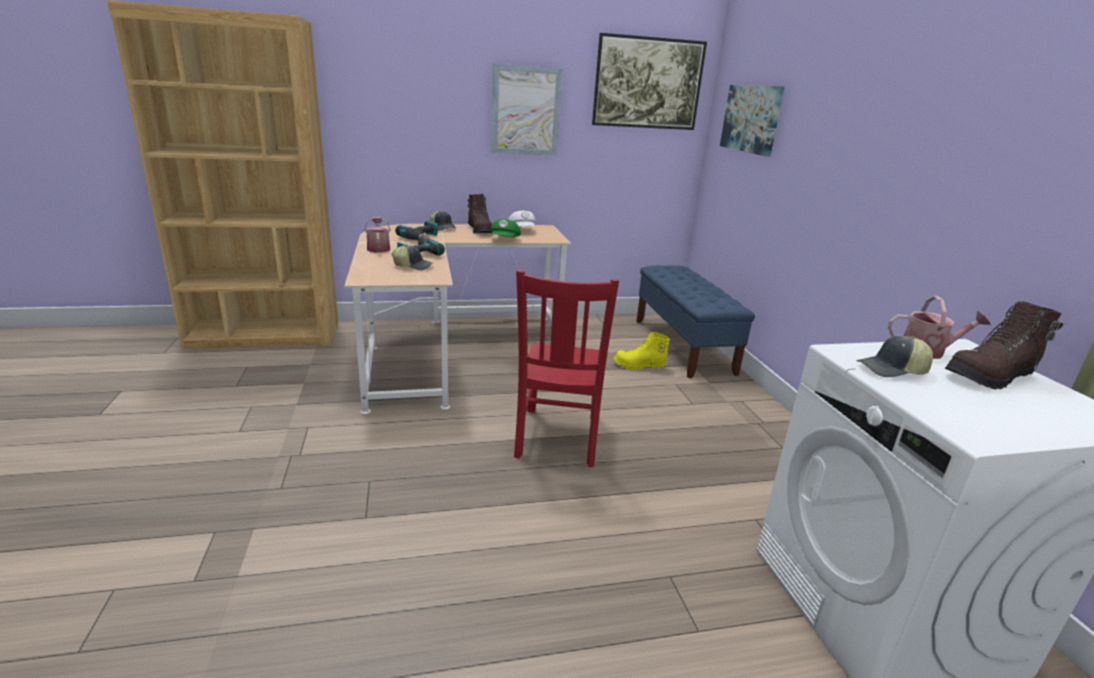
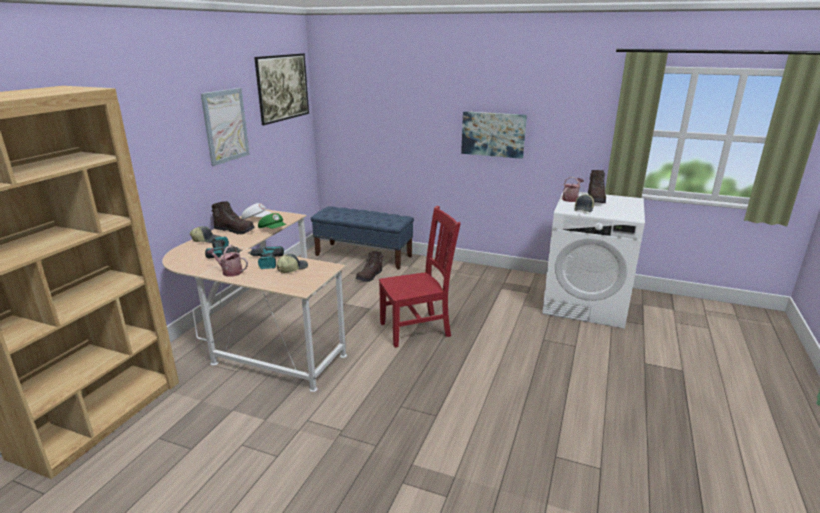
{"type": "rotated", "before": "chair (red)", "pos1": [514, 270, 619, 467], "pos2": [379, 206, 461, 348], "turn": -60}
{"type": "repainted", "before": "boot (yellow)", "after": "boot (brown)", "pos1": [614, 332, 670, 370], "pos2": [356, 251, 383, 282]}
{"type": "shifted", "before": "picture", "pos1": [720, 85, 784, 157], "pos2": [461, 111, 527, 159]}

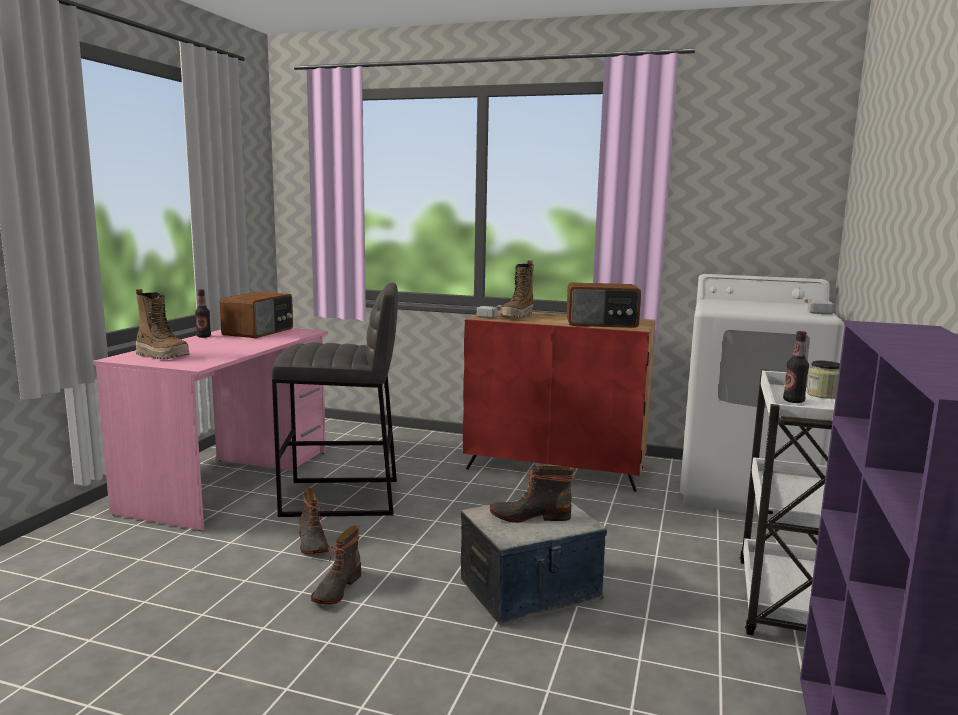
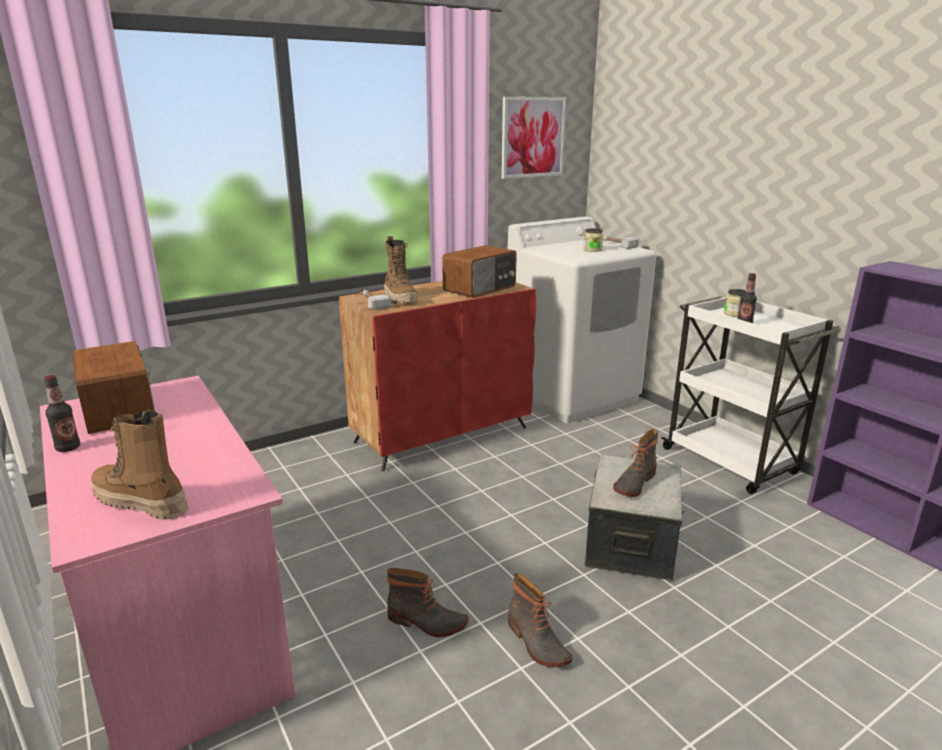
{"type": "rotated", "before": "boot", "pos1": [136, 289, 189, 360], "pos2": [91, 410, 188, 520], "turn": -135}
{"type": "gone", "before": "stool (grey)", "pos1": [272, 283, 398, 517]}
{"type": "new", "after": "picture", "pos2": [501, 97, 566, 179]}
{"type": "new", "after": "jar", "pos2": [583, 228, 603, 252]}

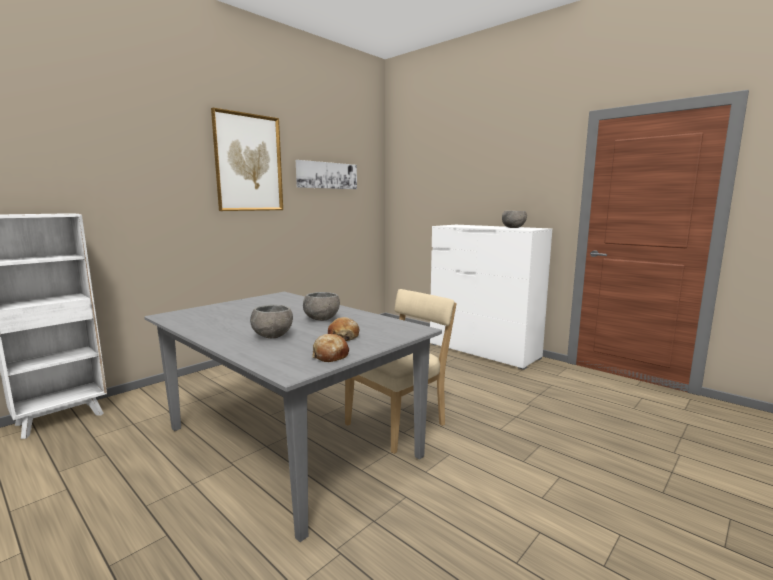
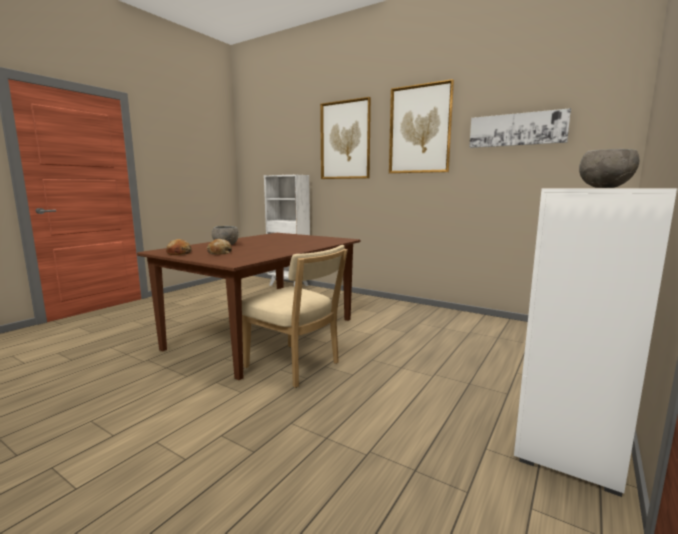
{"type": "repainted", "before": "dining table (grey)", "after": "dining table (brown)", "pos1": [144, 292, 442, 542], "pos2": [137, 233, 360, 380]}
{"type": "gone", "before": "bowl (grey)", "pos1": [303, 292, 340, 321]}
{"type": "new", "after": "picture", "pos2": [320, 97, 371, 179]}

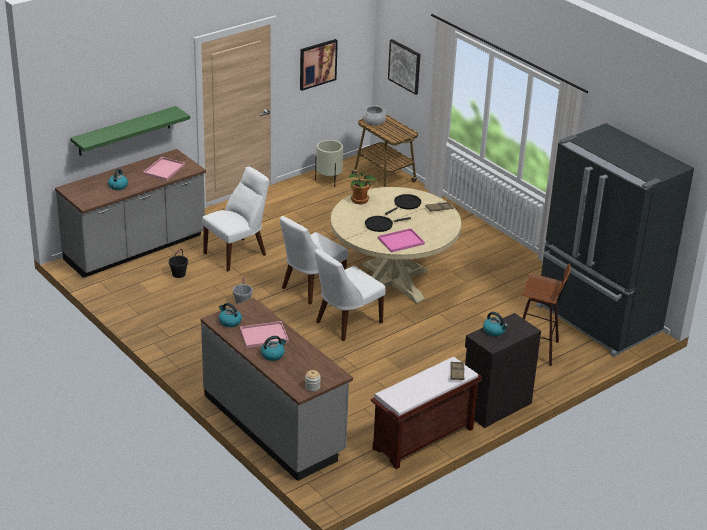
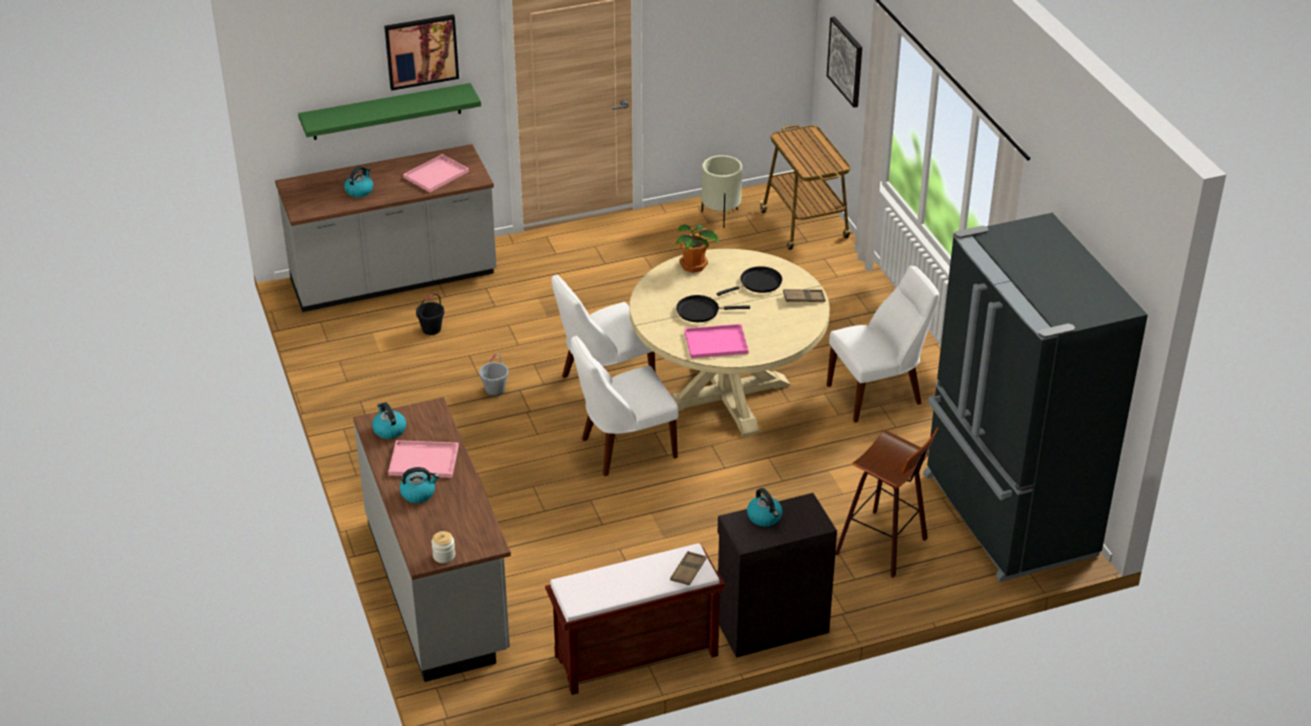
{"type": "shifted", "before": "chair (white)", "pos1": [202, 167, 269, 271], "pos2": [827, 266, 939, 423]}
{"type": "shifted", "before": "picture", "pos1": [300, 39, 338, 91], "pos2": [384, 14, 459, 91]}
{"type": "gone", "before": "cooking pot", "pos1": [363, 105, 386, 126]}

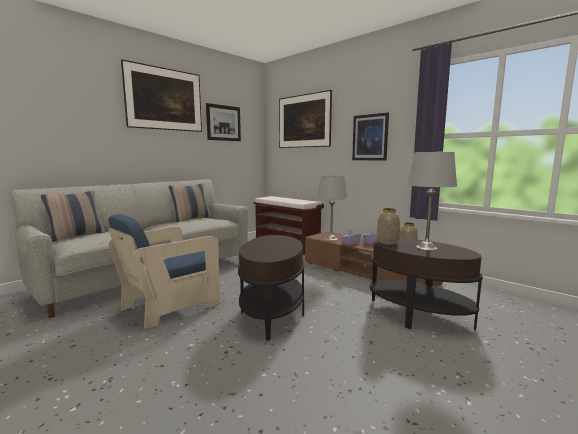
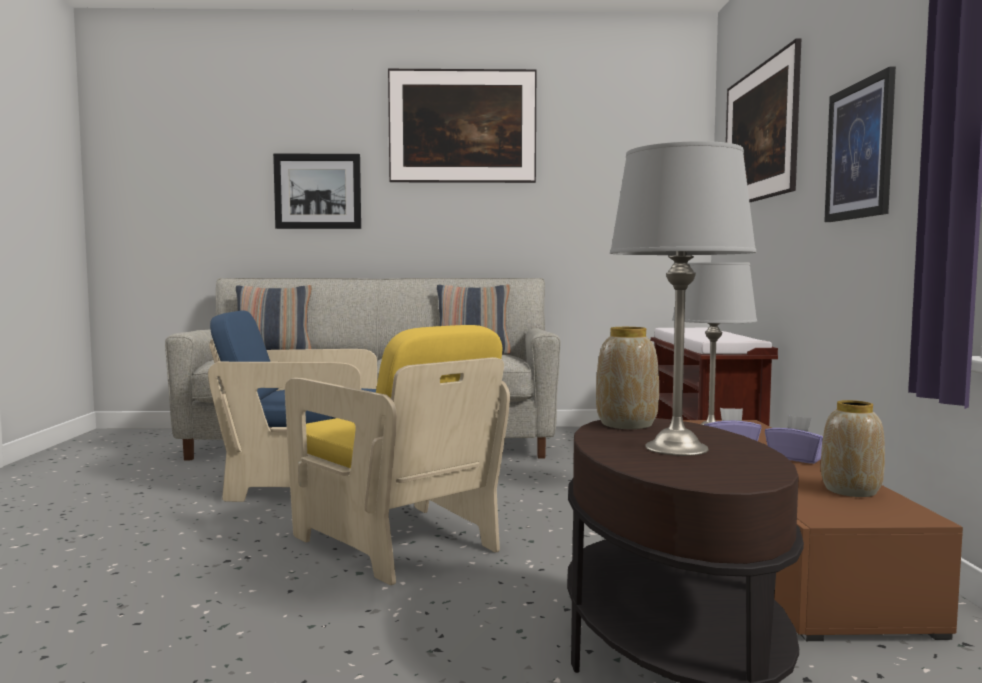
{"type": "shifted", "before": "picture", "pos1": [206, 103, 241, 141], "pos2": [273, 154, 361, 229]}
{"type": "swapped", "before": "side table (brown)", "after": "armchair (yellow)", "pos1": [238, 235, 304, 341], "pos2": [285, 325, 510, 585]}

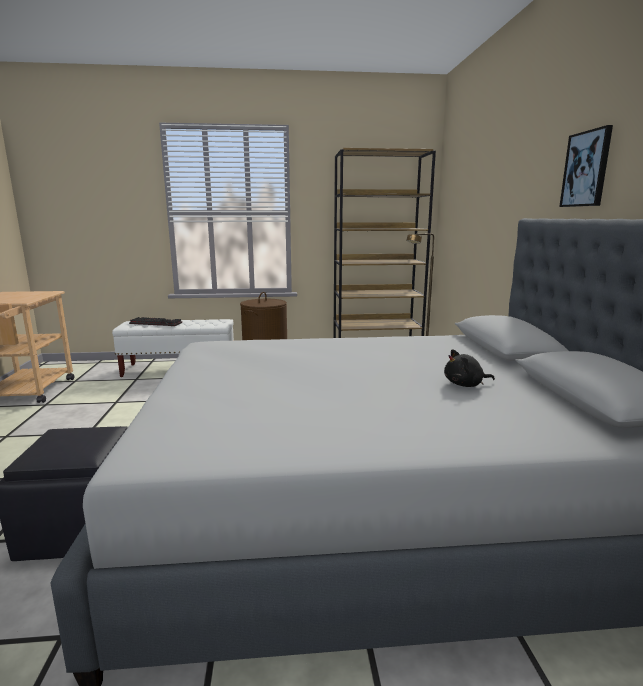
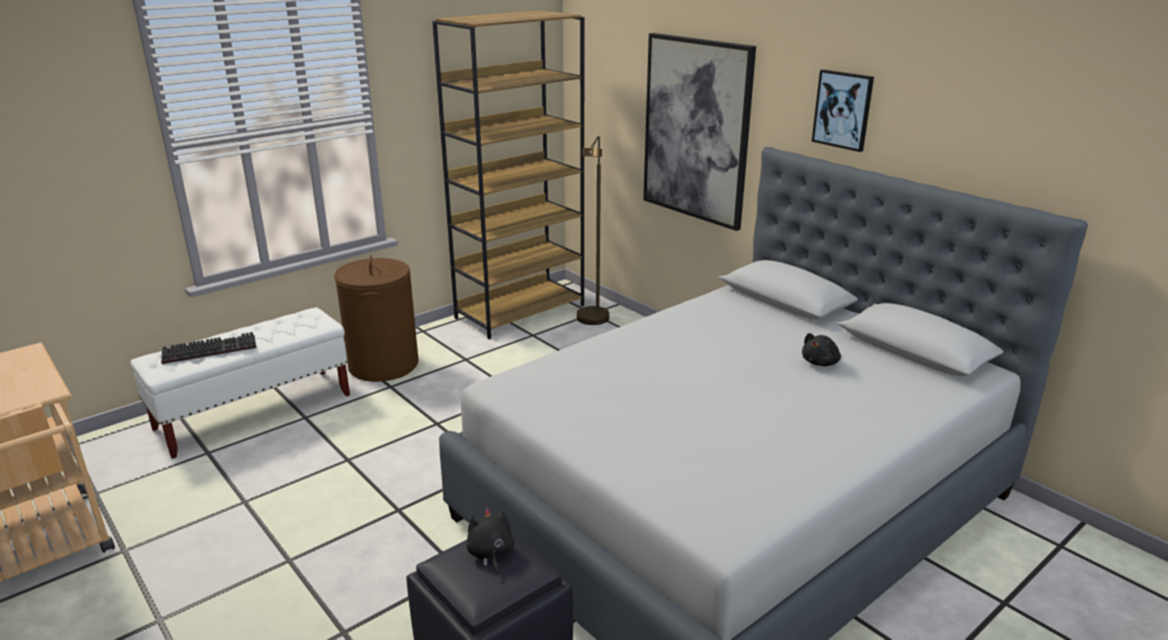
{"type": "new", "after": "plush toy (black)", "pos2": [467, 508, 515, 576]}
{"type": "new", "after": "picture", "pos2": [643, 33, 756, 231]}

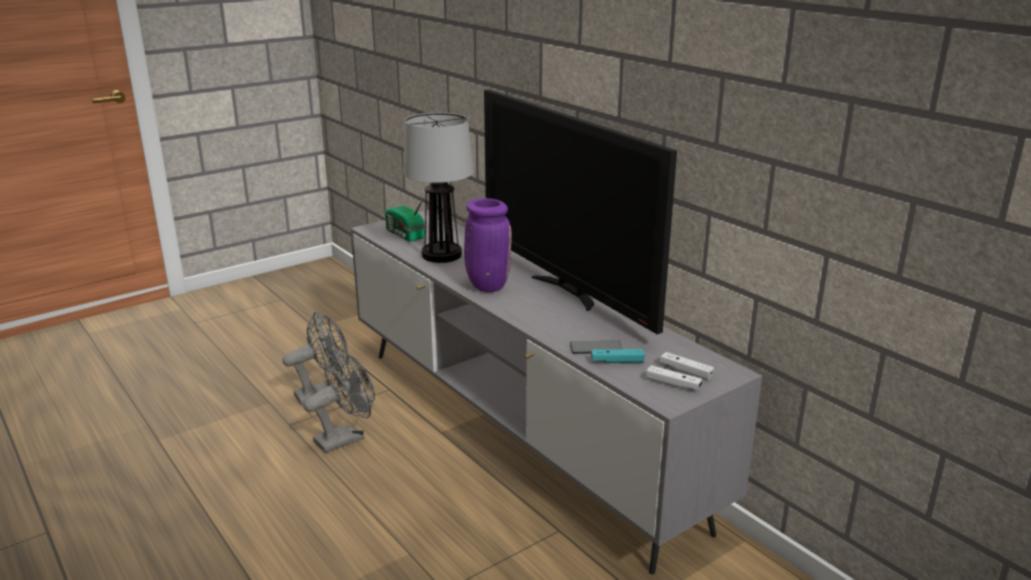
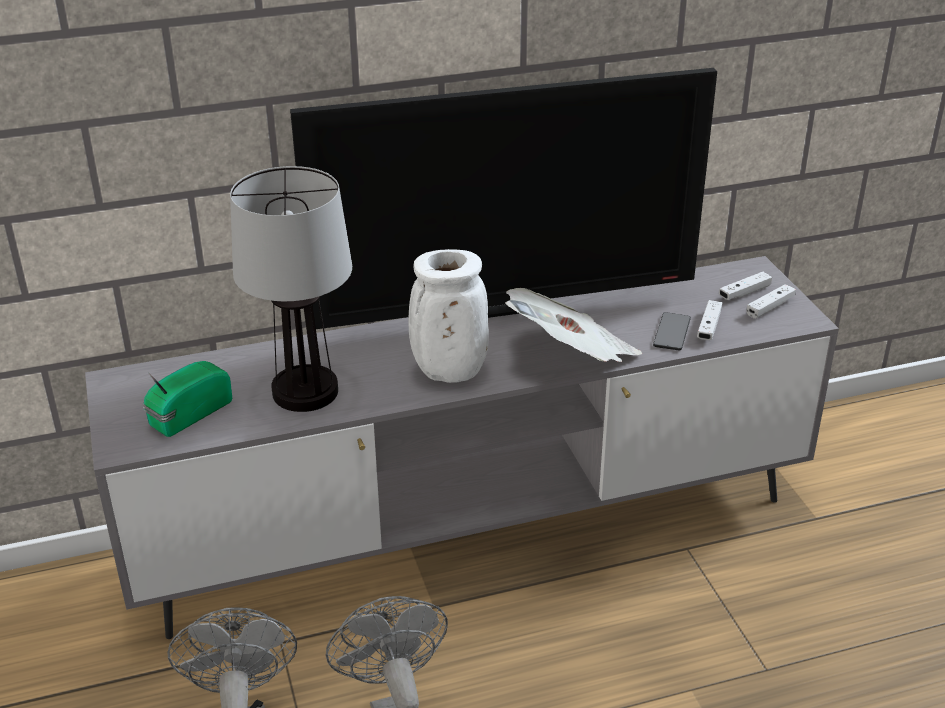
{"type": "rotated", "before": "radio", "pos1": [385, 196, 425, 242], "pos2": [143, 361, 232, 437], "turn": 150}
{"type": "repainted", "before": "vase (purple)", "after": "vase (white)", "pos1": [464, 198, 512, 292], "pos2": [409, 249, 489, 383]}
{"type": "repainted", "before": "game controller (turquoise)", "after": "game controller (white)", "pos1": [591, 349, 645, 363], "pos2": [697, 300, 722, 340]}
{"type": "new", "after": "newspaper", "pos2": [505, 288, 642, 362]}

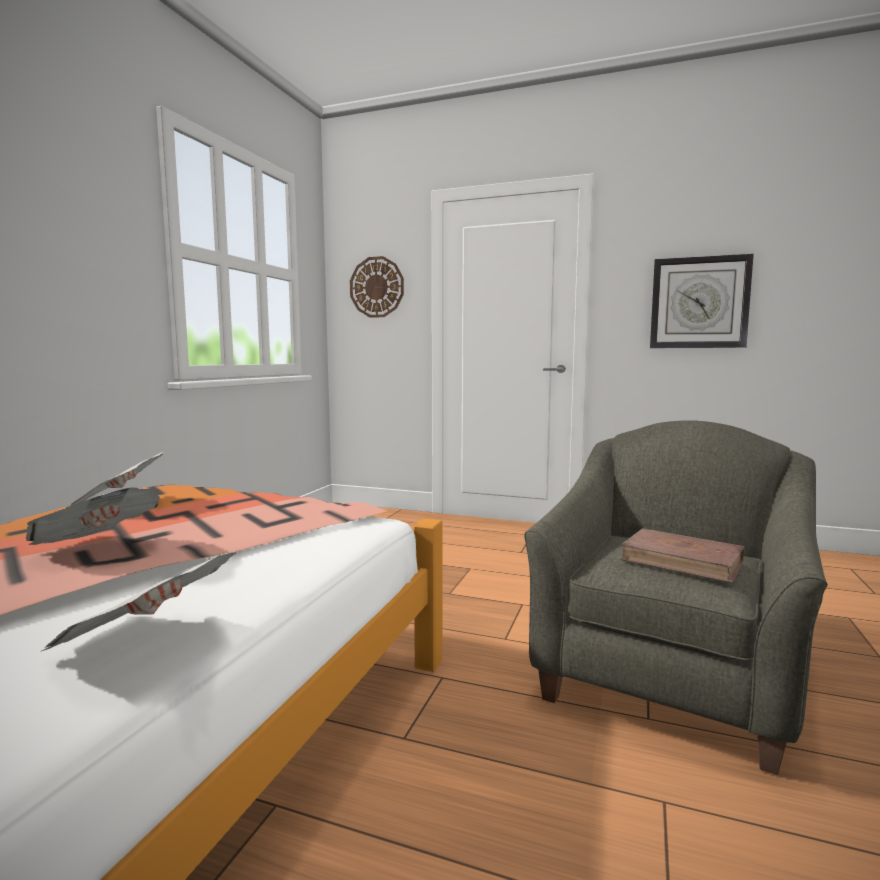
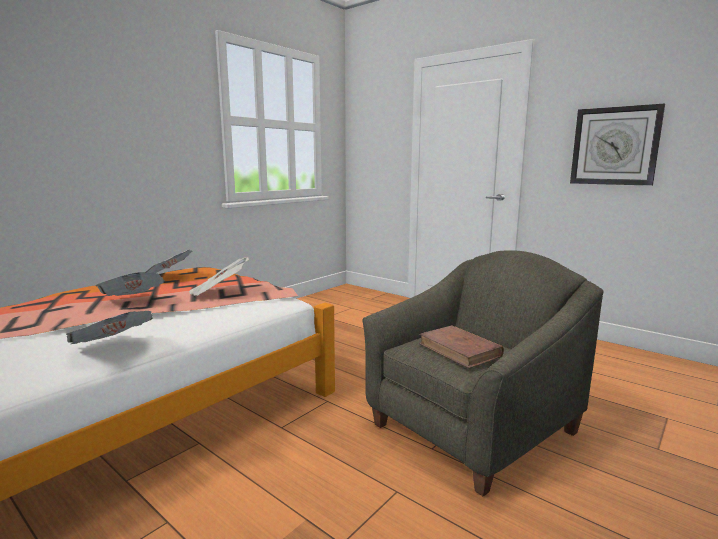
{"type": "gone", "before": "wall clock", "pos1": [350, 256, 404, 318]}
{"type": "new", "after": "newspaper", "pos2": [189, 257, 249, 297]}

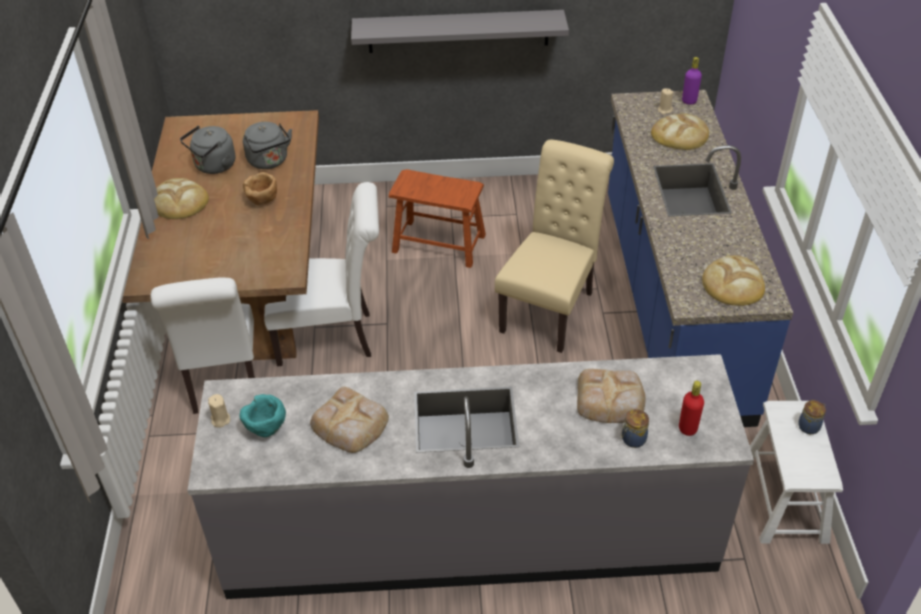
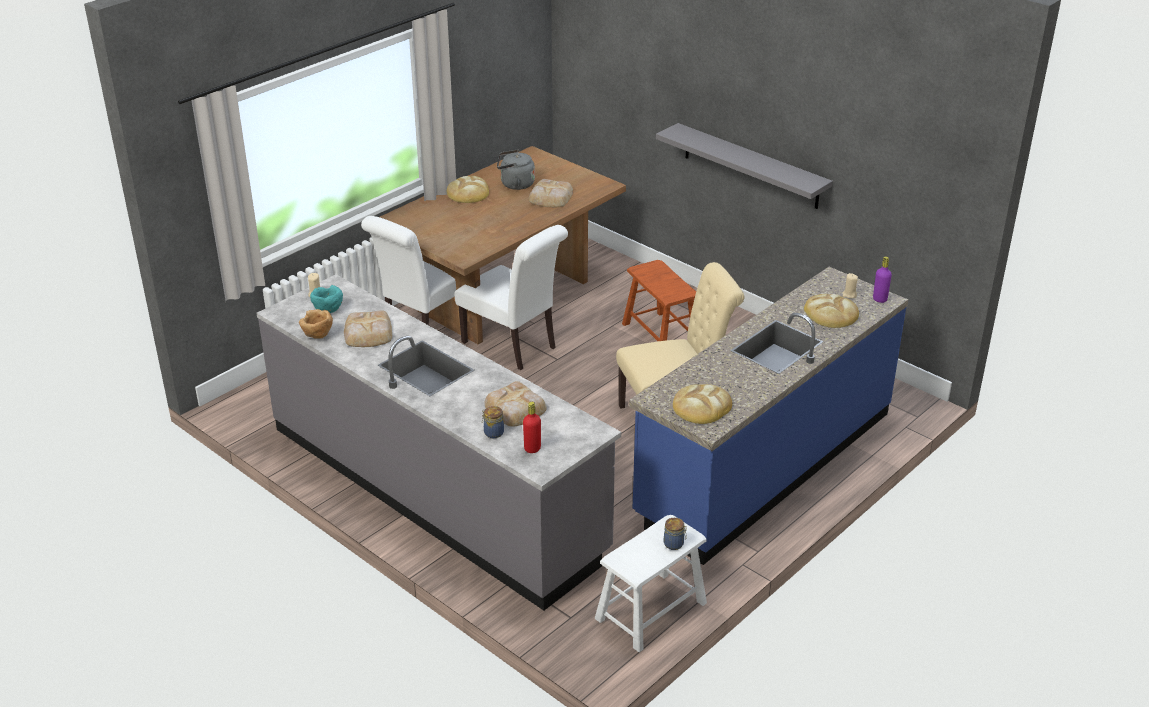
{"type": "swapped", "before": "kettle (grey)", "after": "bread", "pos1": [243, 122, 292, 169], "pos2": [528, 179, 573, 207]}
{"type": "shifted", "before": "bowl (brown)", "pos1": [243, 172, 277, 206], "pos2": [299, 309, 333, 339]}

